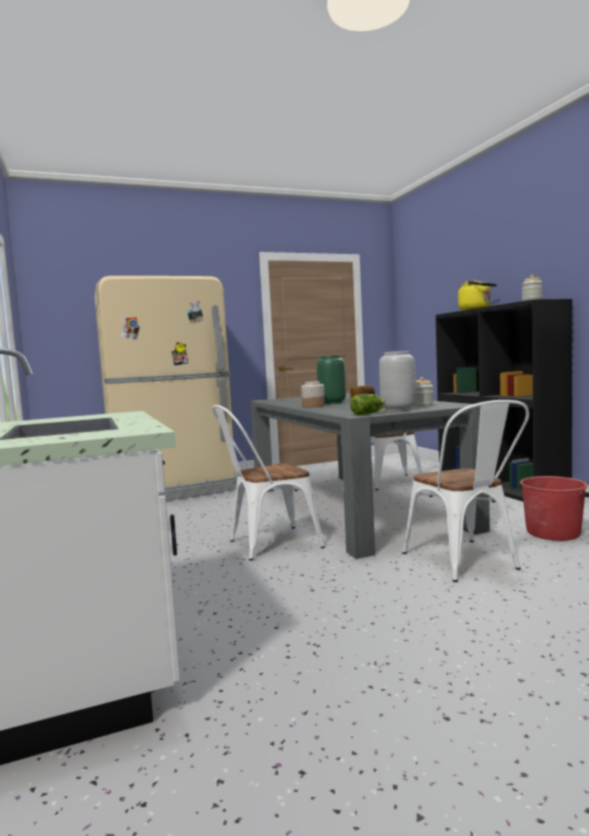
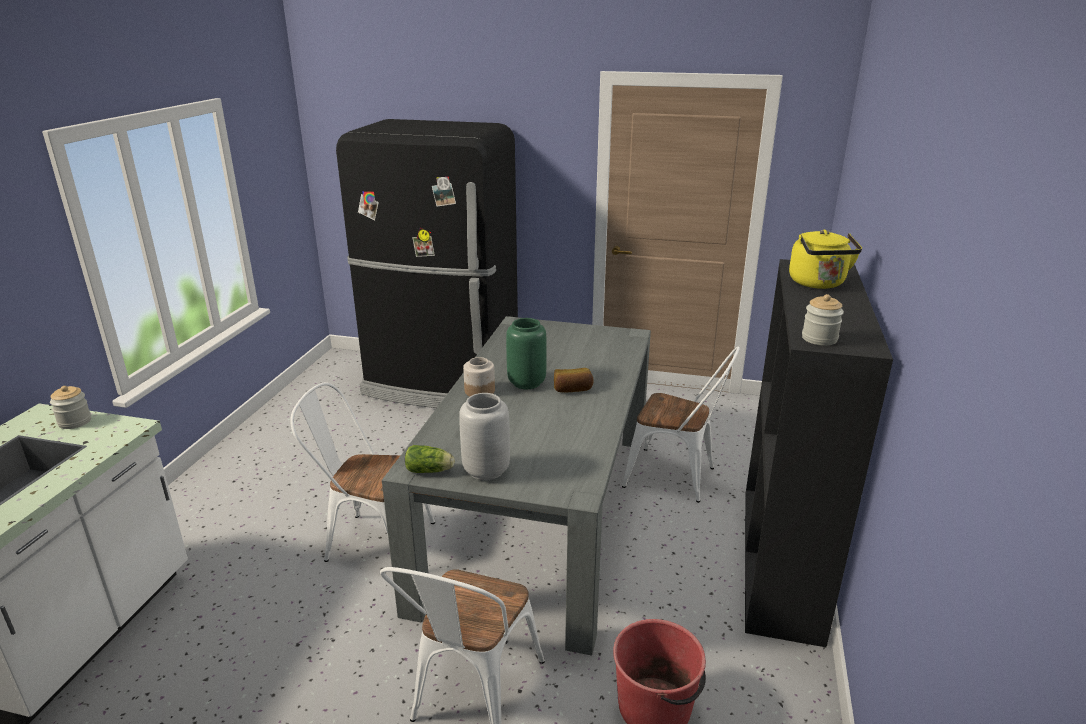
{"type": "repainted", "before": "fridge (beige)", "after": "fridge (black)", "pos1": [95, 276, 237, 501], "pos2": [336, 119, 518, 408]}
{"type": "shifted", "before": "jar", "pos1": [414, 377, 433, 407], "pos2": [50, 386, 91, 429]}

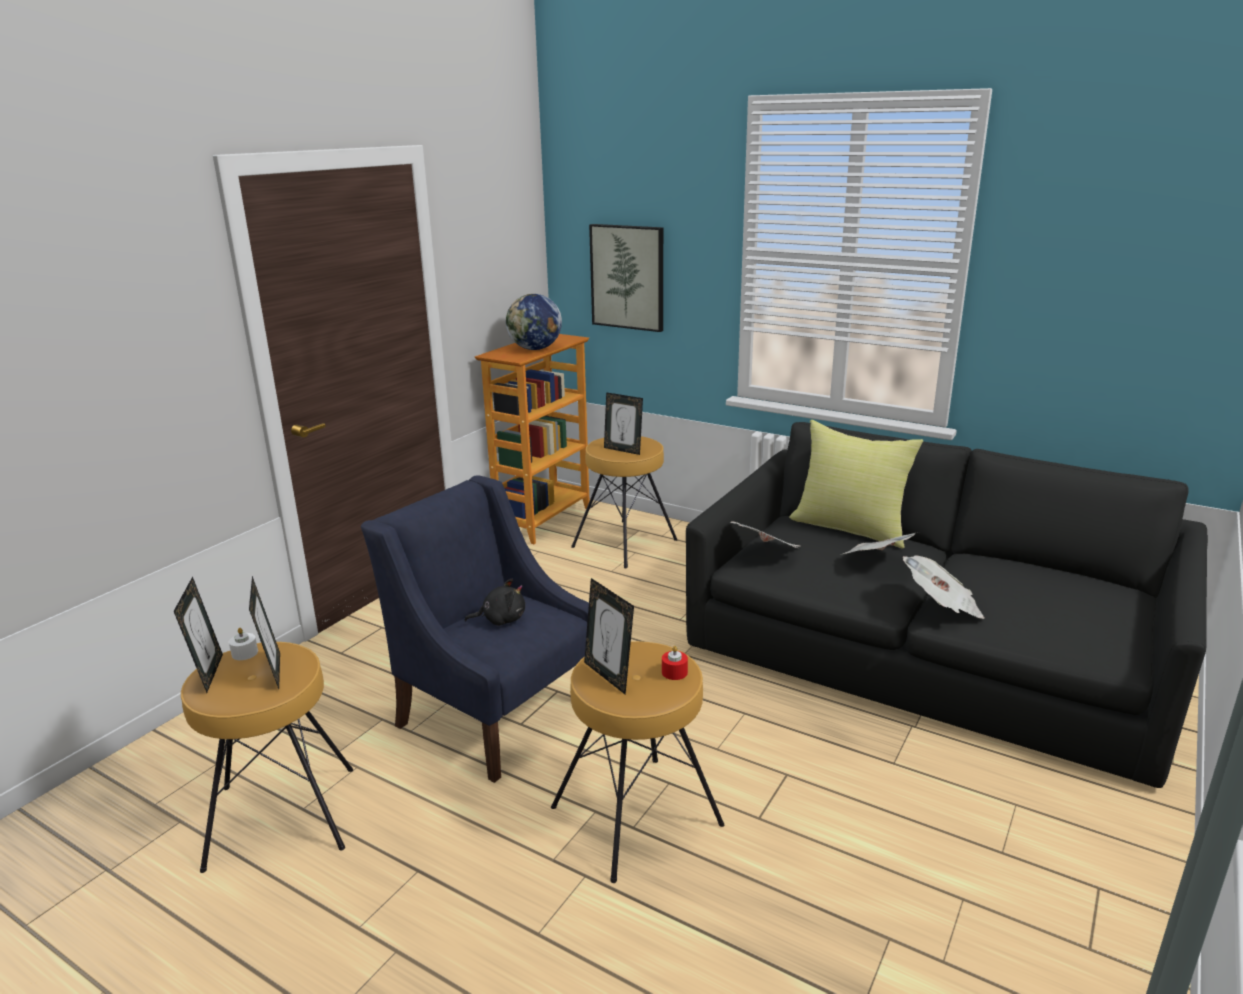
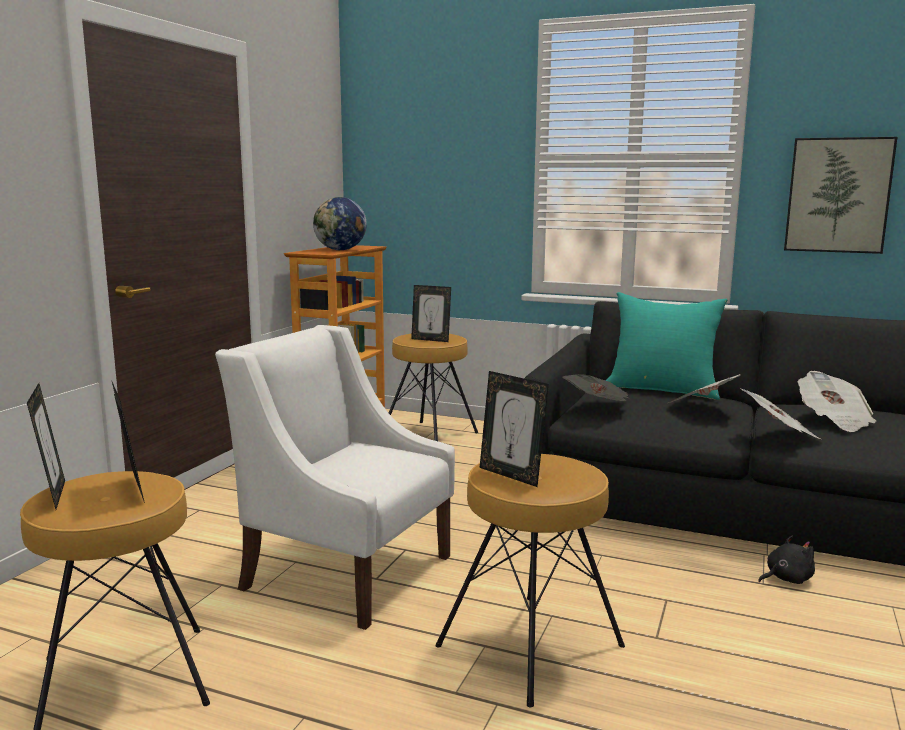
{"type": "gone", "before": "candle (white)", "pos1": [229, 628, 258, 660]}
{"type": "repainted", "before": "armchair (blue)", "after": "armchair (white)", "pos1": [361, 475, 589, 783], "pos2": [215, 325, 455, 630]}
{"type": "shifted", "before": "plush toy (black)", "pos1": [465, 578, 525, 626], "pos2": [758, 536, 815, 584]}
{"type": "shifted", "before": "picture", "pos1": [589, 224, 663, 332], "pos2": [784, 137, 897, 254]}
{"type": "gone", "before": "candle (red)", "pos1": [662, 646, 688, 680]}
{"type": "repainted", "before": "pillow (yellow)", "after": "pillow (turquoise)", "pos1": [789, 420, 923, 548], "pos2": [606, 292, 727, 400]}
{"type": "new", "after": "newspaper", "pos2": [798, 371, 876, 432]}

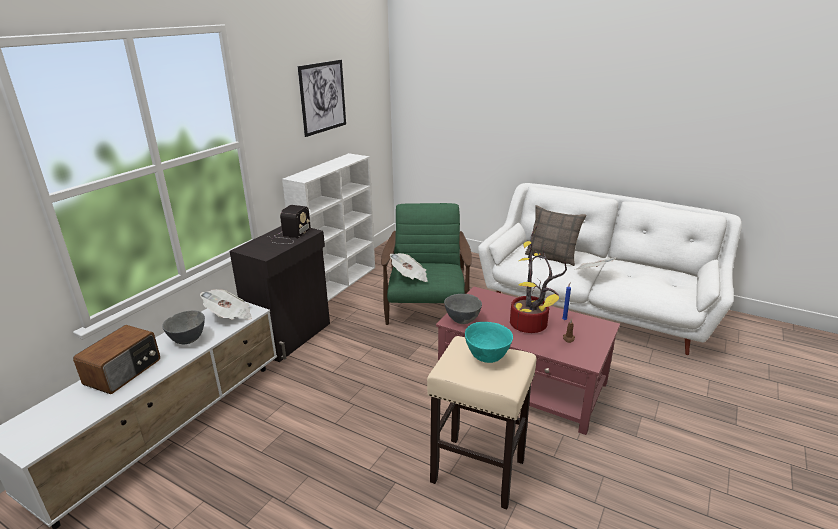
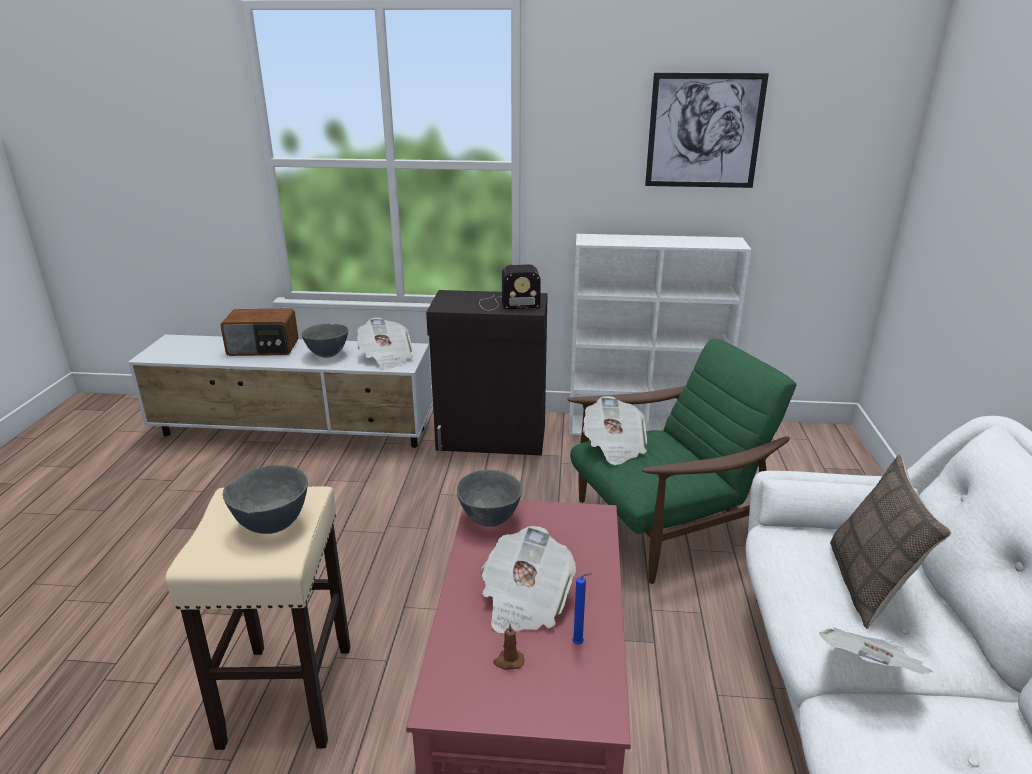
{"type": "repainted", "before": "bowl (turquoise)", "after": "bowl (grey)", "pos1": [465, 322, 513, 363], "pos2": [223, 465, 308, 534]}
{"type": "swapped", "before": "potted plant", "after": "newspaper", "pos1": [510, 226, 567, 333], "pos2": [481, 526, 576, 633]}

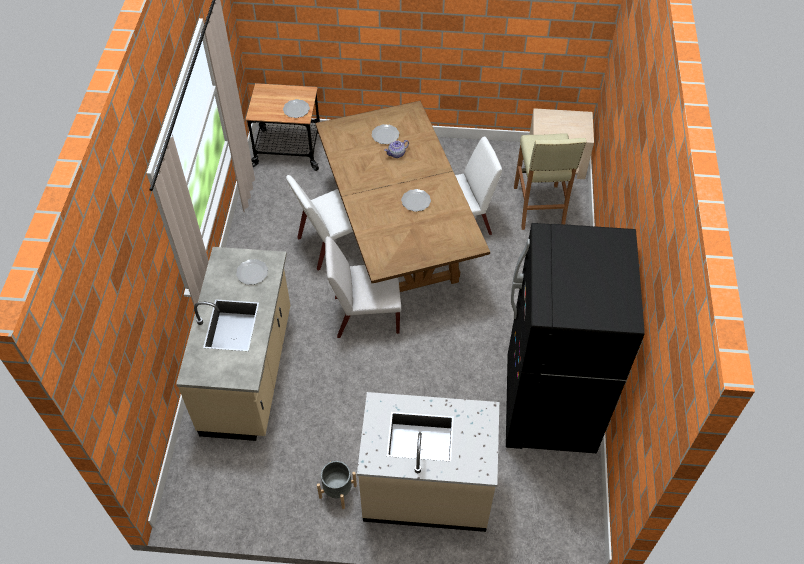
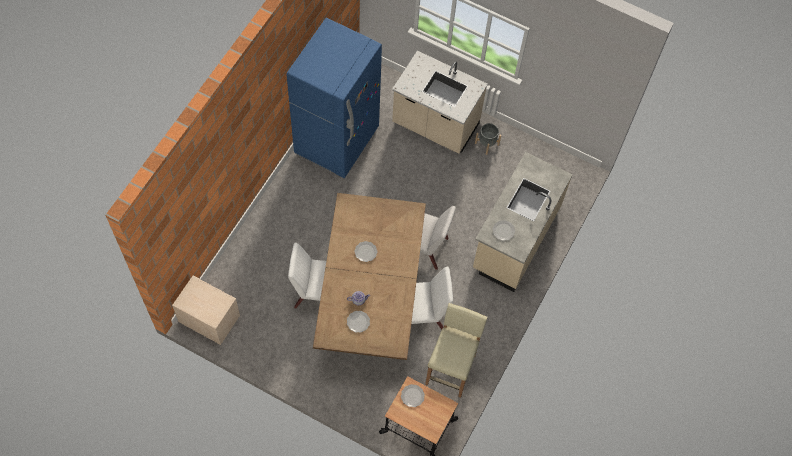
{"type": "repainted", "before": "fridge (black)", "after": "fridge (blue)", "pos1": [506, 223, 645, 453], "pos2": [286, 18, 382, 178]}
{"type": "shifted", "before": "stool (beige)", "pos1": [514, 133, 586, 230], "pos2": [425, 303, 487, 398]}

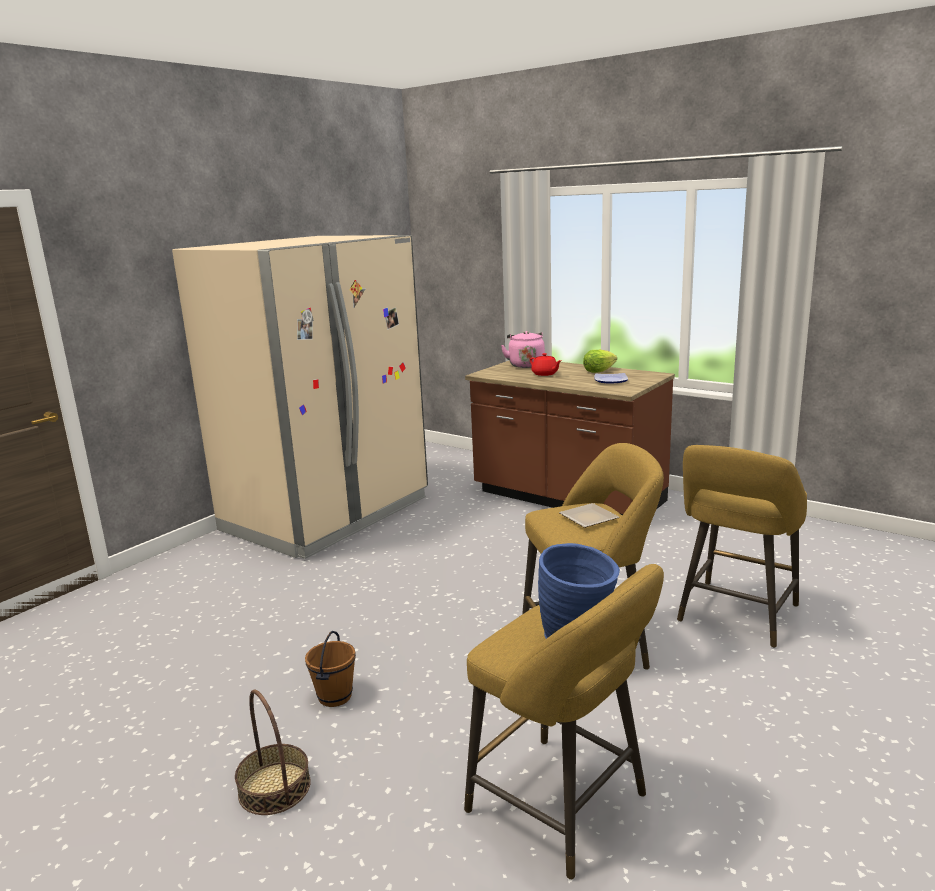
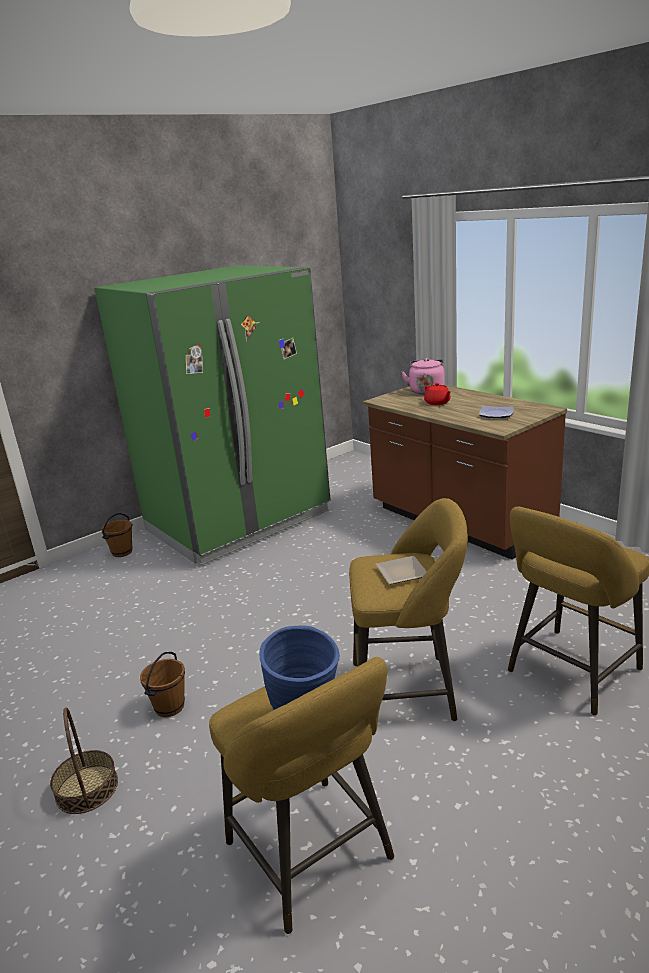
{"type": "repainted", "before": "fridge (beige)", "after": "fridge (green)", "pos1": [172, 235, 428, 559], "pos2": [94, 265, 330, 565]}
{"type": "gone", "before": "lettuce", "pos1": [583, 349, 617, 373]}
{"type": "new", "after": "bucket (brown)", "pos2": [101, 513, 133, 557]}

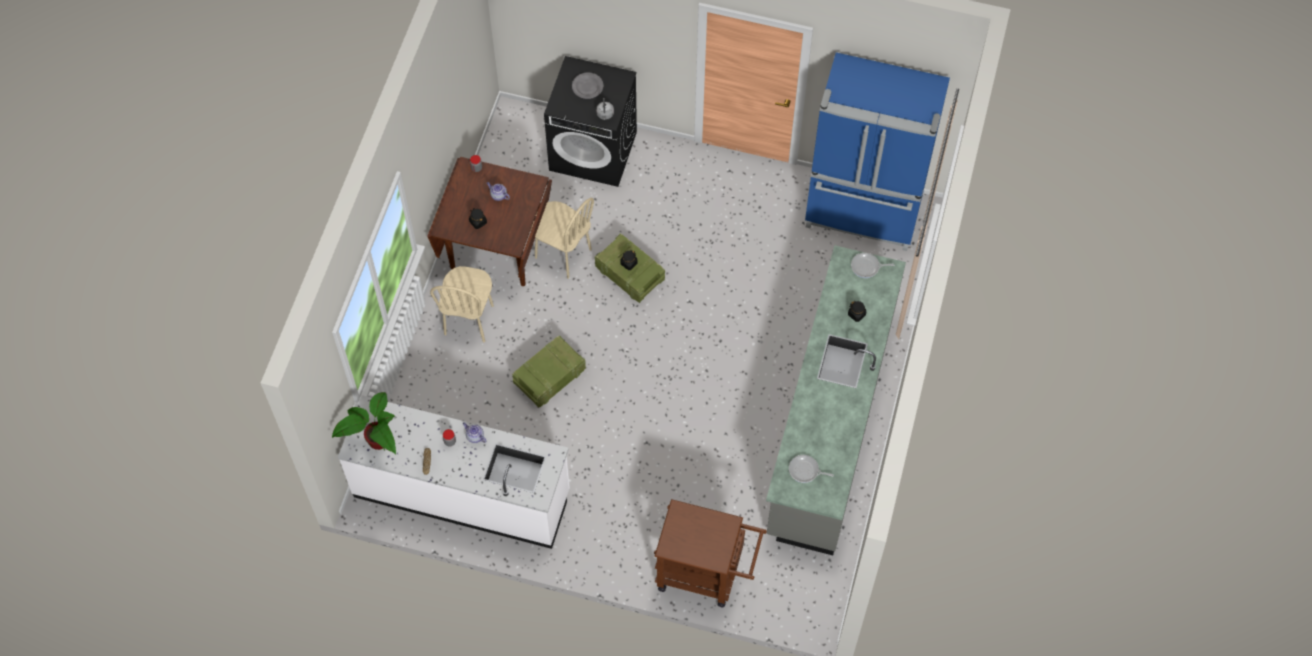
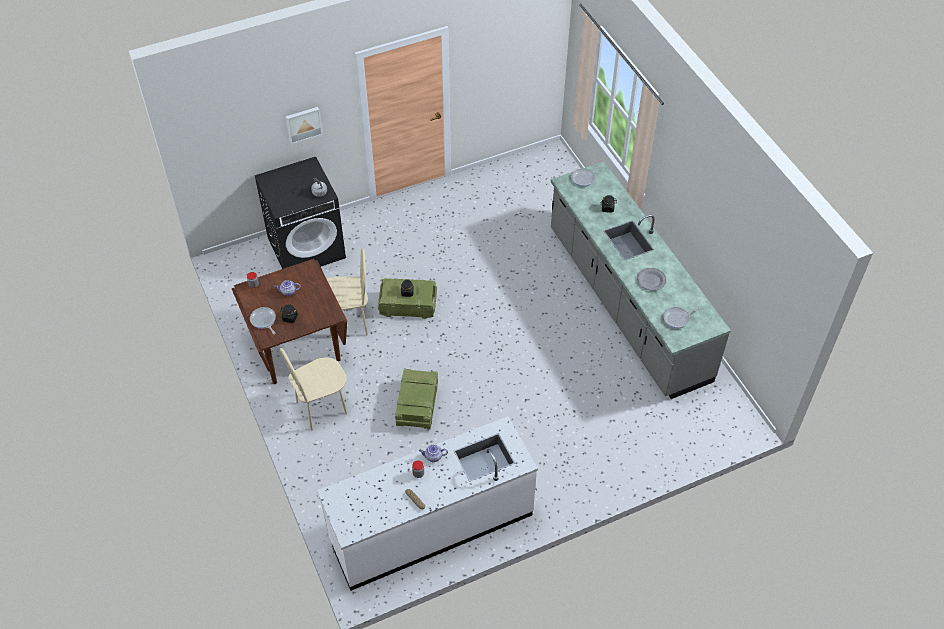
{"type": "gone", "before": "potted plant", "pos1": [332, 392, 396, 454]}
{"type": "rotated", "before": "chair (beige)", "pos1": [430, 266, 494, 342], "pos2": [280, 348, 347, 431], "turn": 90}
{"type": "shifted", "before": "plate (grey)", "pos1": [572, 72, 603, 99], "pos2": [637, 268, 667, 291]}
{"type": "gone", "before": "cart (brown)", "pos1": [654, 499, 767, 608]}
{"type": "gone", "before": "fridge (blue)", "pos1": [805, 52, 950, 251]}
{"type": "new", "after": "frying pan", "pos2": [250, 307, 276, 334]}
{"type": "new", "after": "picture", "pos2": [286, 107, 323, 144]}

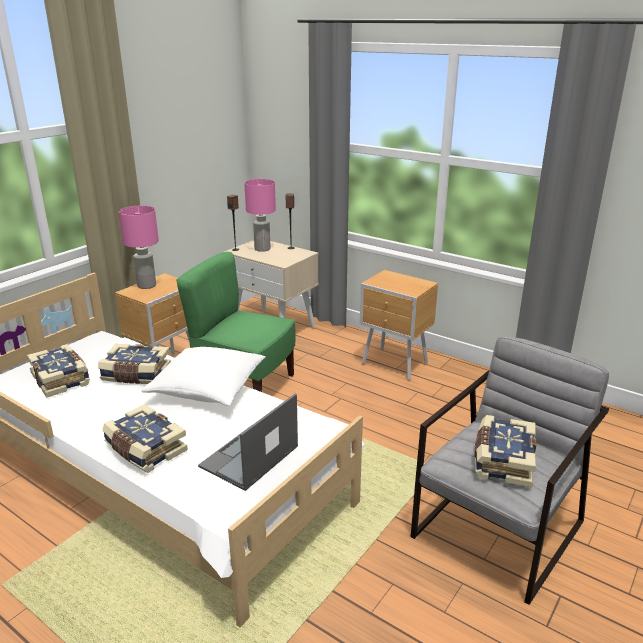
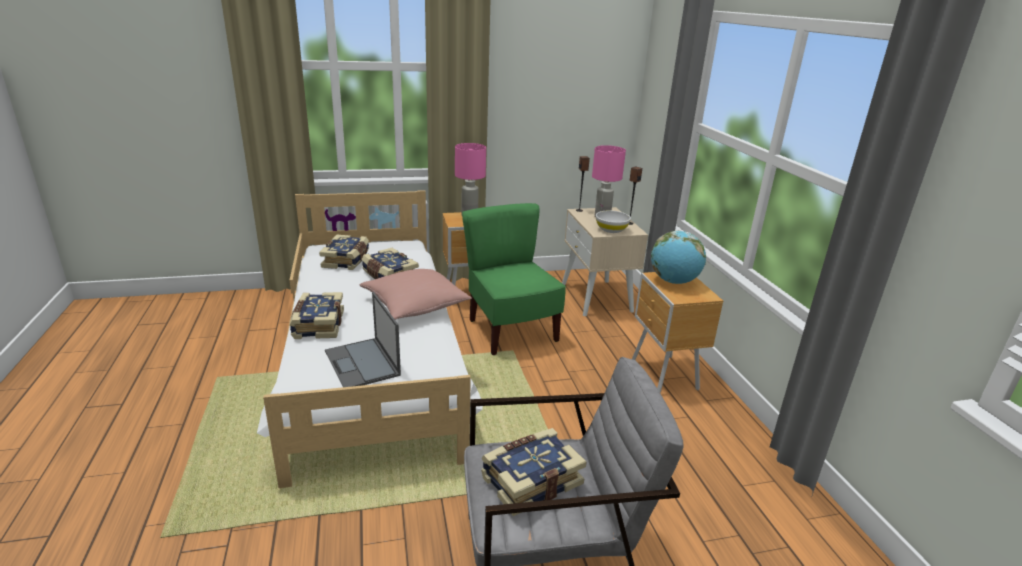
{"type": "repainted", "before": "pillow (white)", "after": "pillow (pink)", "pos1": [141, 347, 266, 406], "pos2": [360, 269, 472, 320]}
{"type": "rotated", "before": "laptop", "pos1": [198, 394, 298, 491], "pos2": [325, 292, 401, 387], "turn": -105}
{"type": "new", "after": "bowl (white)", "pos2": [596, 210, 631, 233]}
{"type": "new", "after": "globe", "pos2": [651, 231, 706, 284]}

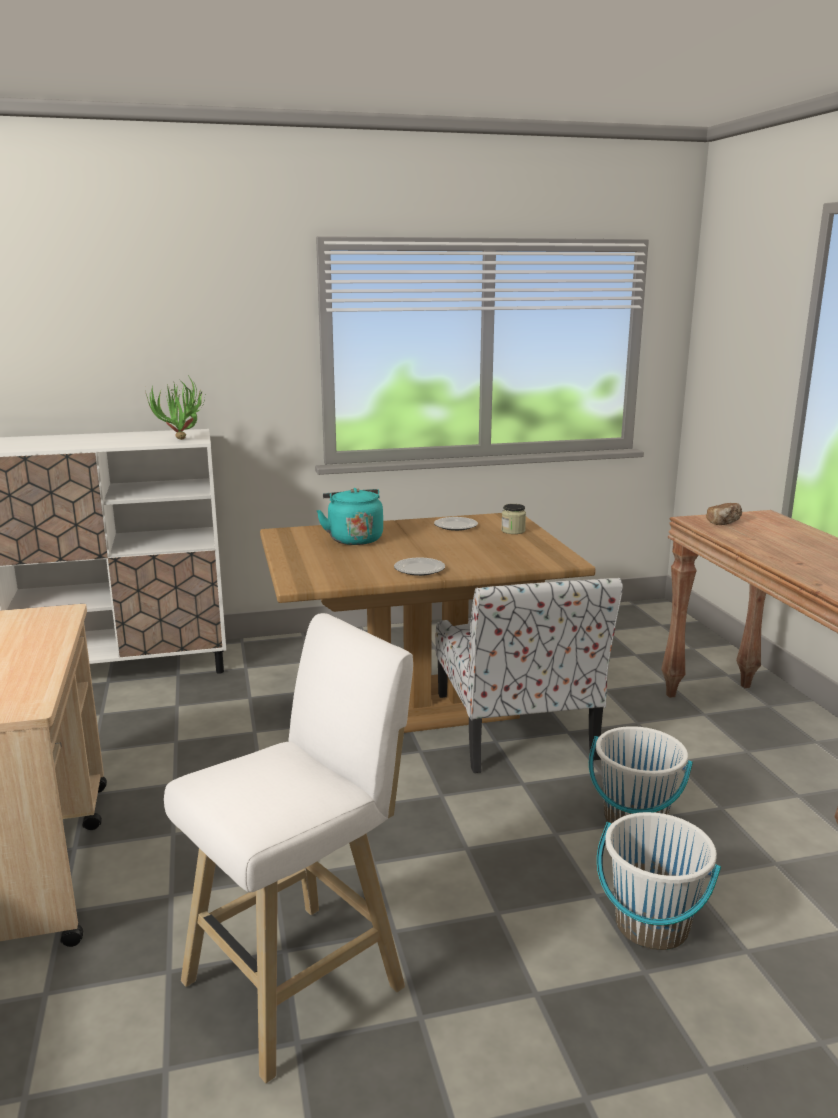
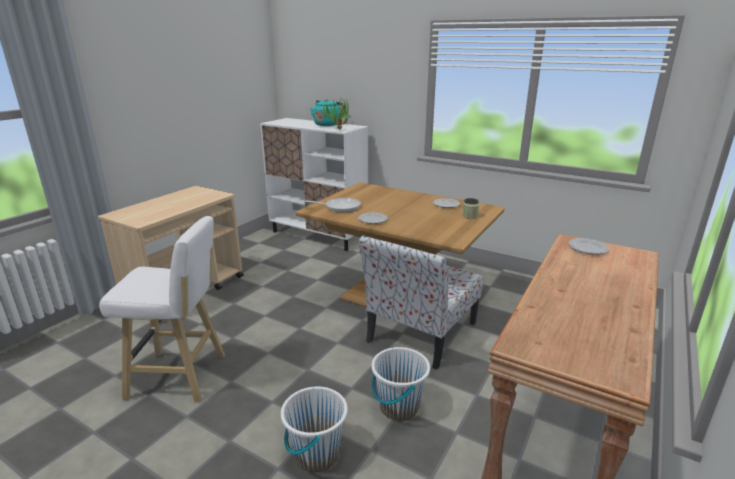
{"type": "shifted", "before": "kettle (turquoise)", "pos1": [316, 488, 383, 545], "pos2": [310, 99, 341, 126]}
{"type": "swapped", "before": "bread", "after": "plate", "pos1": [706, 503, 743, 525], "pos2": [568, 238, 609, 254]}
{"type": "new", "after": "frying pan", "pos2": [301, 198, 361, 212]}

